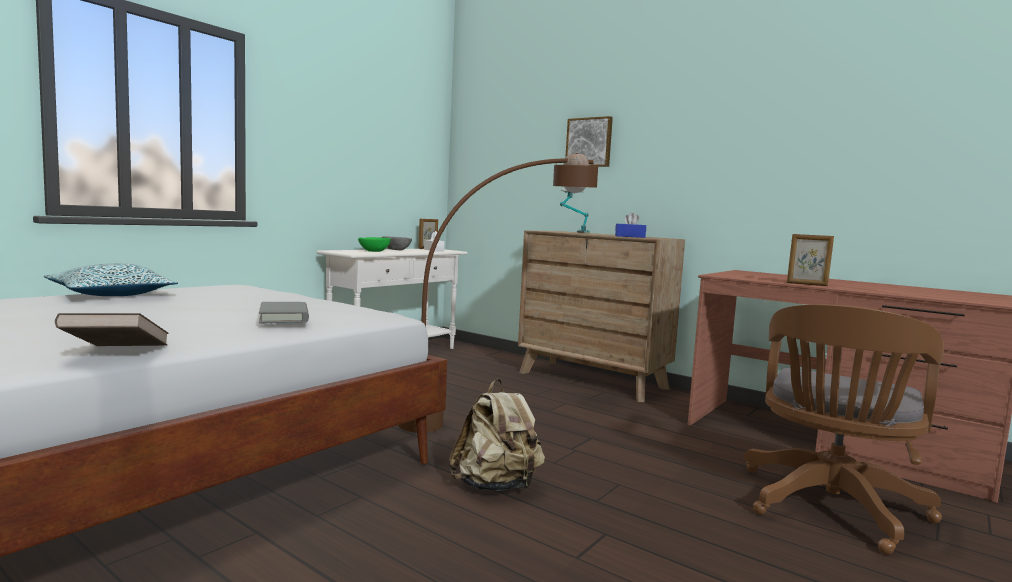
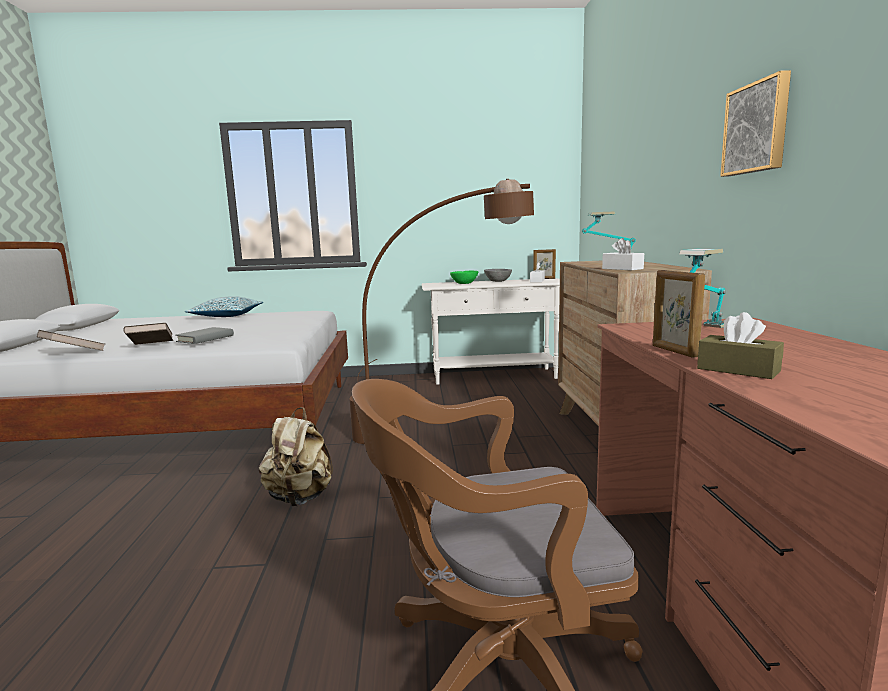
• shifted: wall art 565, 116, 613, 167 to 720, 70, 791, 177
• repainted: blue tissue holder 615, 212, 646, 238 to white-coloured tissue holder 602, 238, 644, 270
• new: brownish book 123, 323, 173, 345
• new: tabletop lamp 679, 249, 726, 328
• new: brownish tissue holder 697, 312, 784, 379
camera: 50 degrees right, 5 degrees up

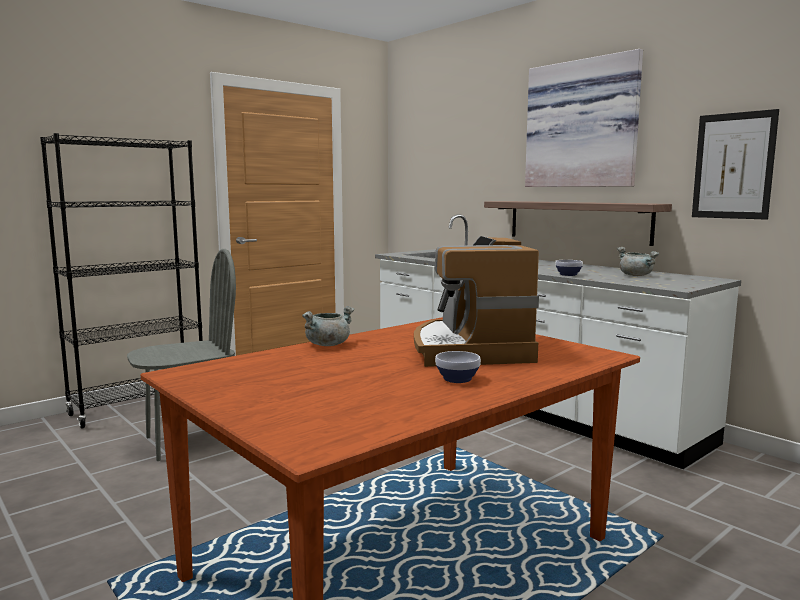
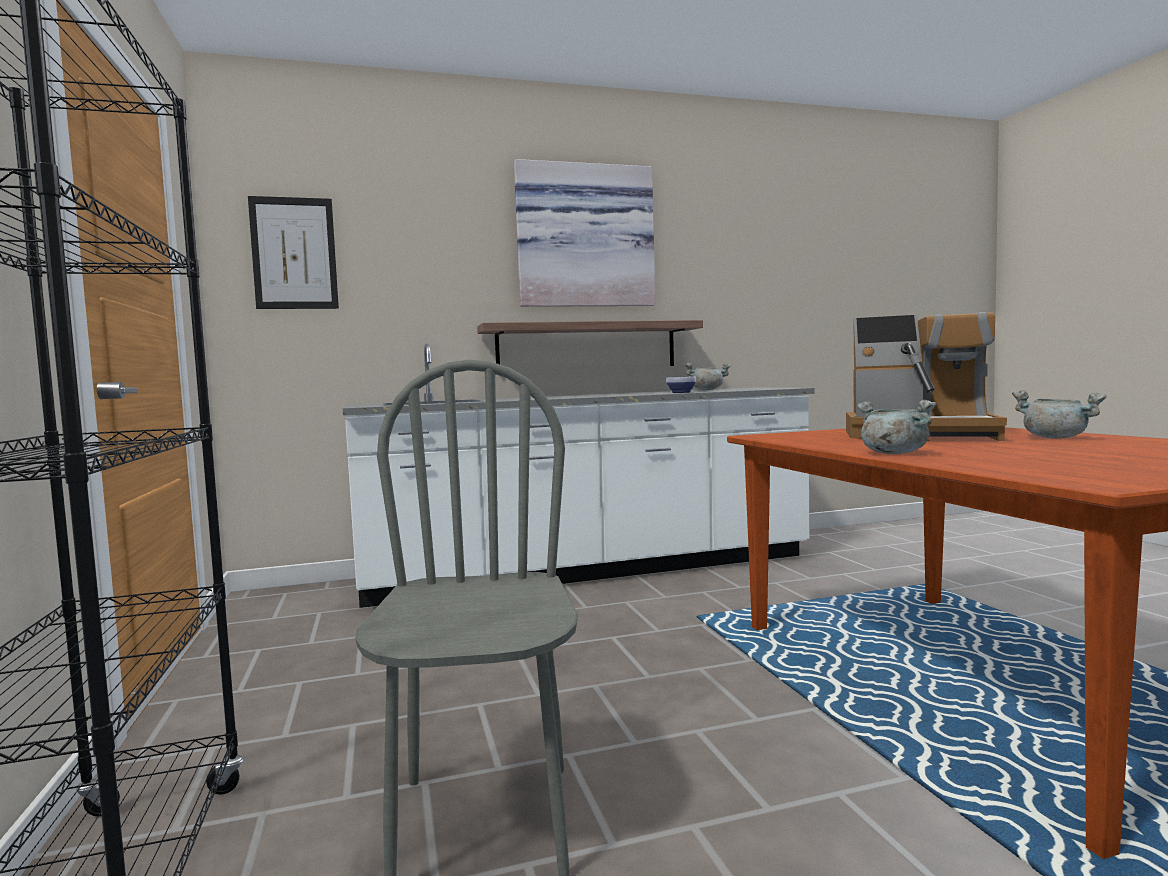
• swapped: deep dish 435, 351, 481, 383 to greyish stockpot 1012, 390, 1107, 438
• shifted: wall art 692, 109, 779, 220 to 248, 196, 339, 309
camera: 65 degrees left, 5 degrees down

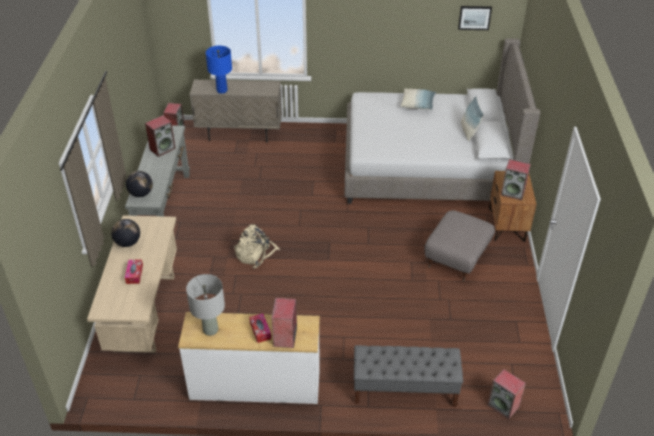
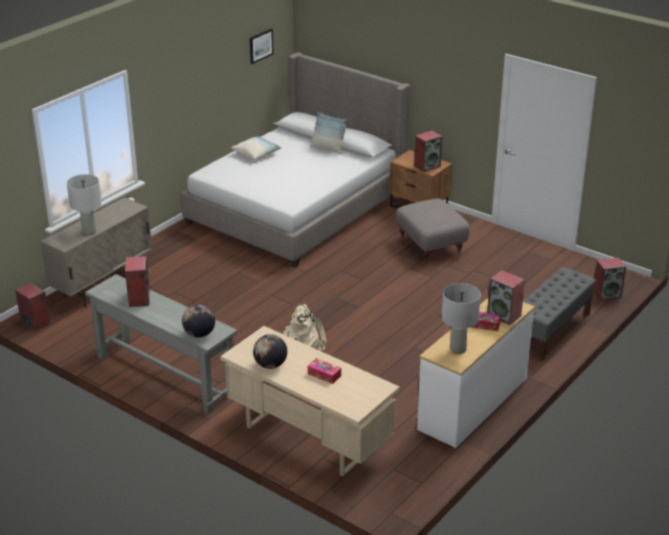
• repainted: blue tabletop lamp 206, 46, 232, 94 to greyish tabletop lamp 67, 174, 102, 236
camera: 55 degrees left, 10 degrees down

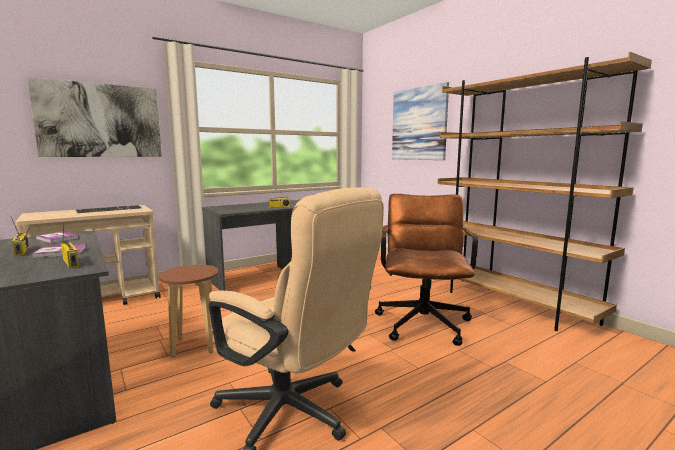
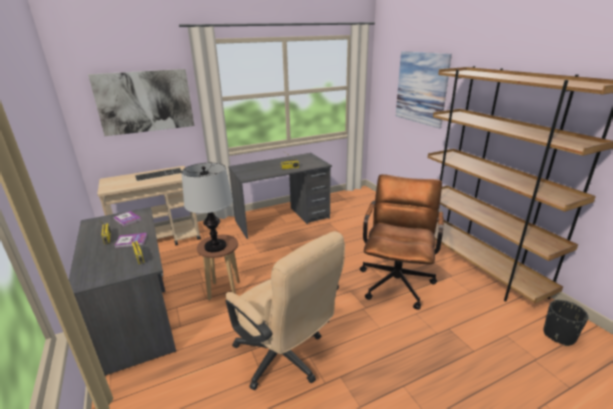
• new: tabletop lamp 181, 163, 233, 252
• new: black planter 544, 300, 588, 346
camera: 10 degrees right, 15 degrees up

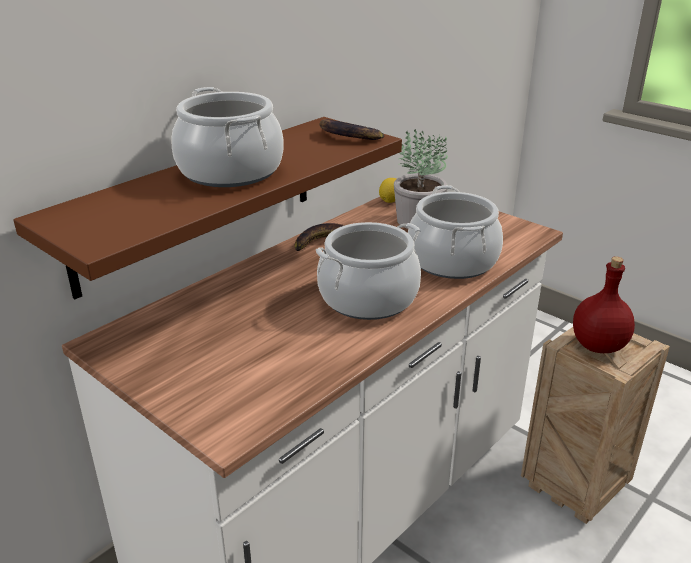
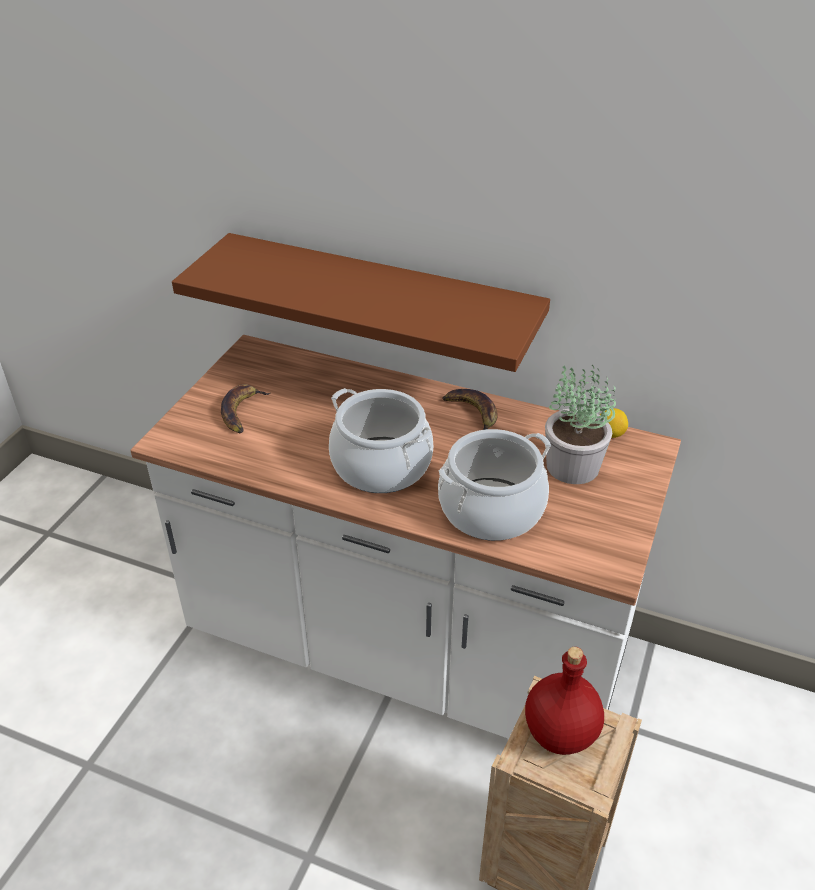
• gone: stockpot 172, 87, 284, 187
• shifted: banana 320, 119, 384, 140 to 221, 384, 271, 433
camera: 70 degrees right, 10 degrees up

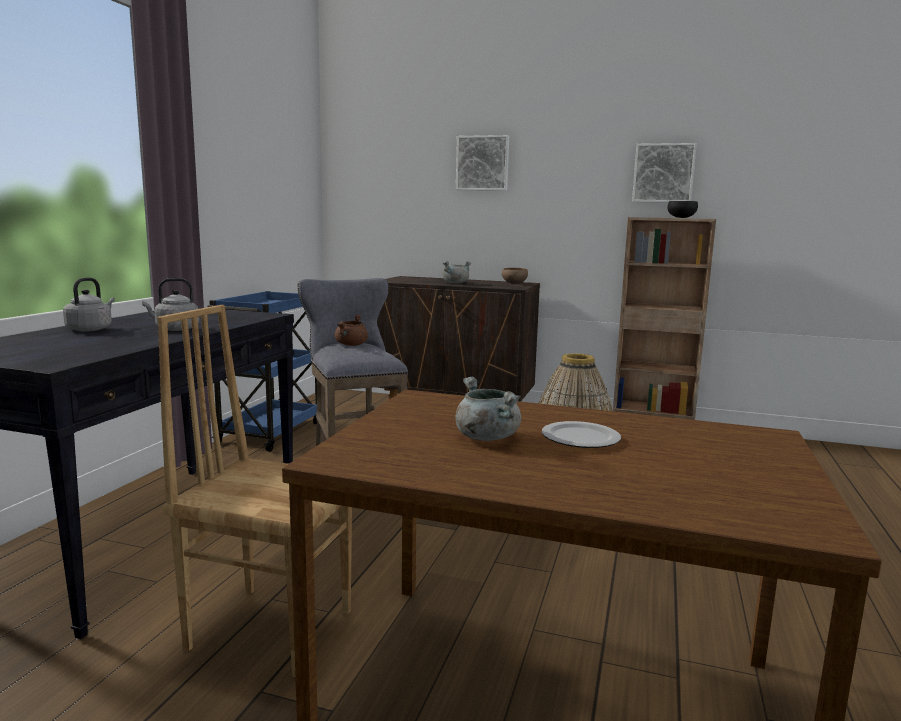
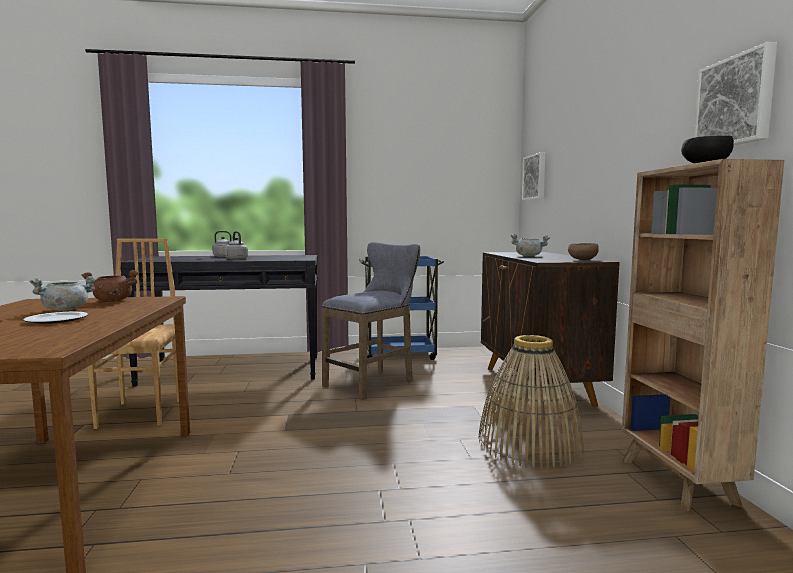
• shifted: brownish stockpot 335, 314, 368, 346 to 81, 270, 139, 302
• shifted: wall art 456, 135, 509, 191 to 522, 152, 545, 200
camera: 65 degrees right, 5 degrees down

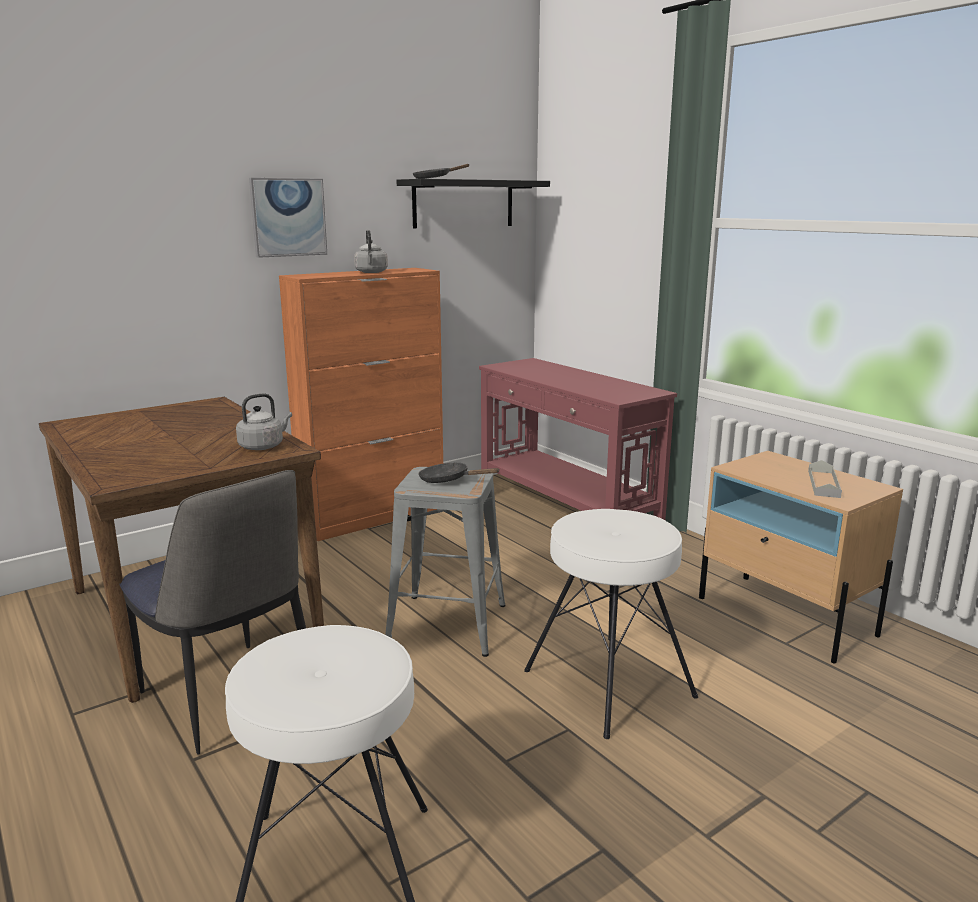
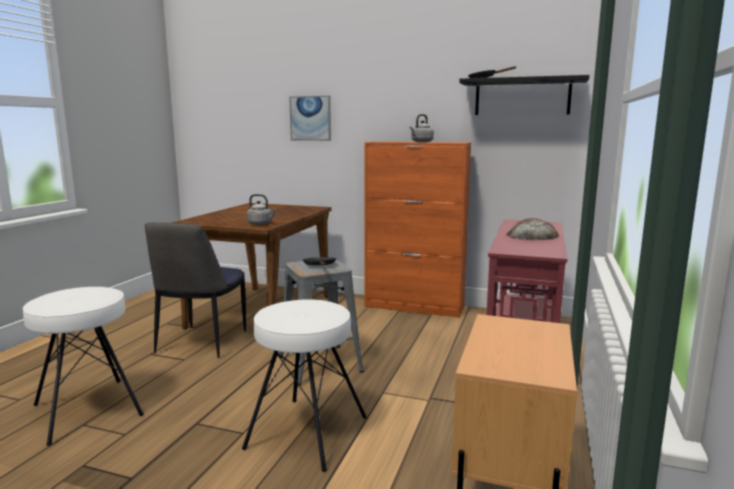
• shifted: wall art 249, 178, 327, 258 to 289, 96, 331, 141
• gone: greyish serving tray 808, 460, 842, 498
• new: bakery bread 507, 218, 559, 240
camera: 55 degrees right, 5 degrees down

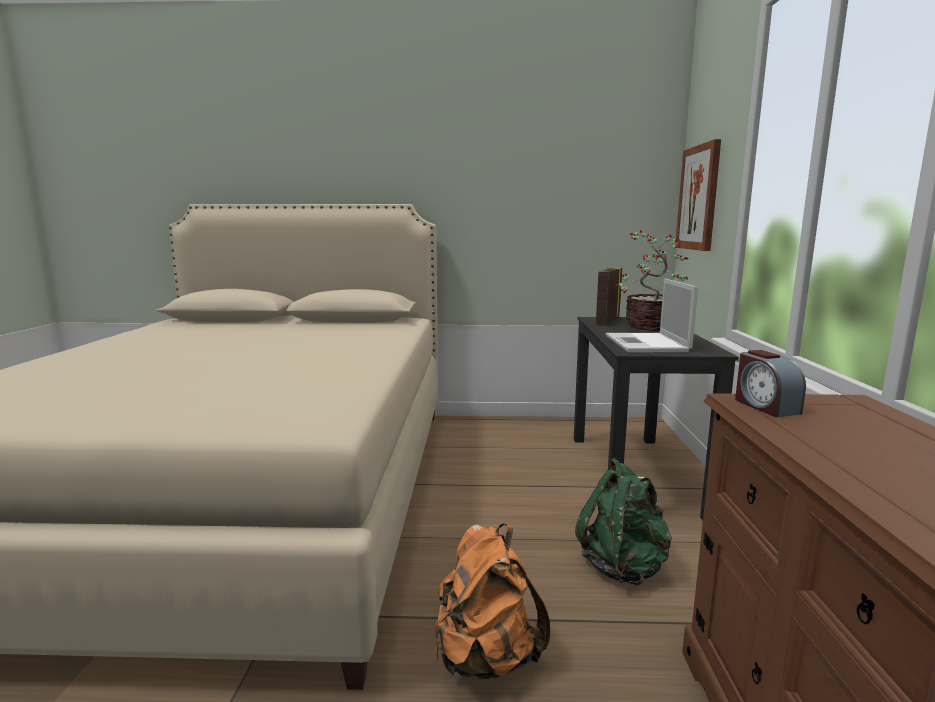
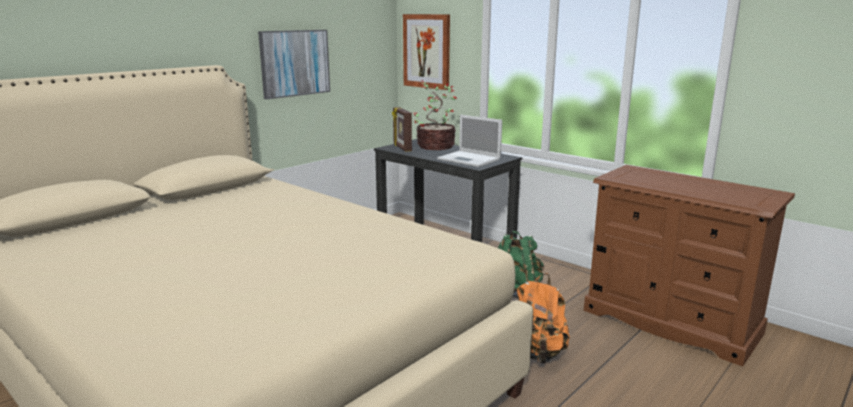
• gone: bedside clock 735, 350, 806, 417
• new: wall art 258, 30, 330, 99
camera: 50 degrees left, 5 degrees up

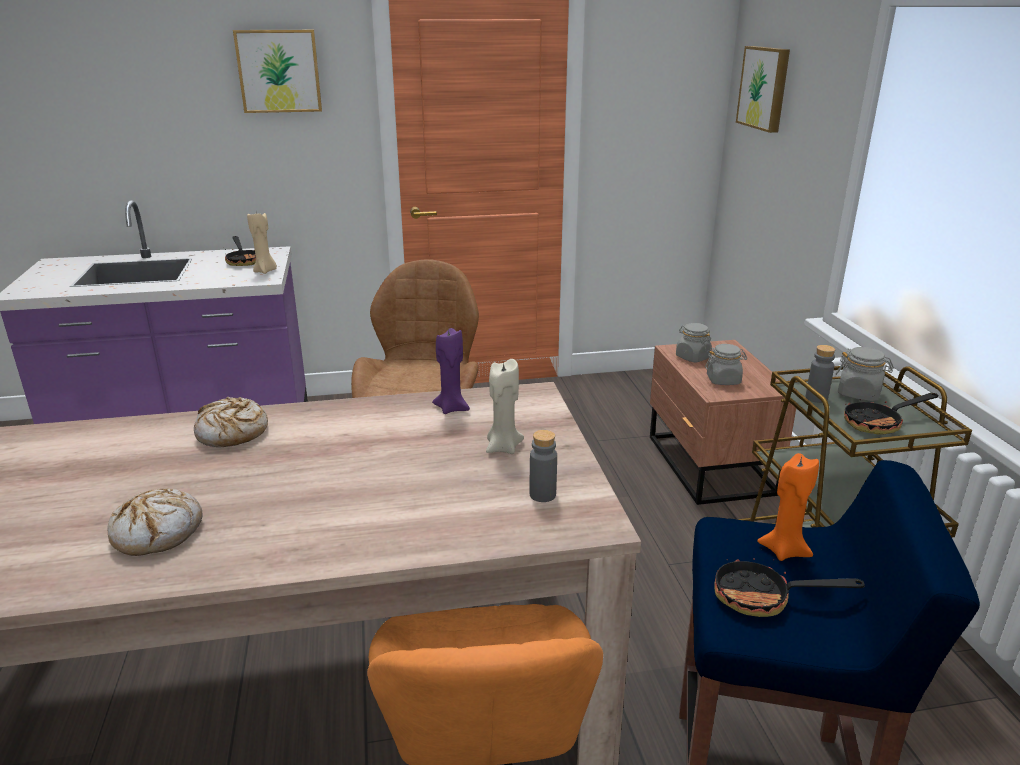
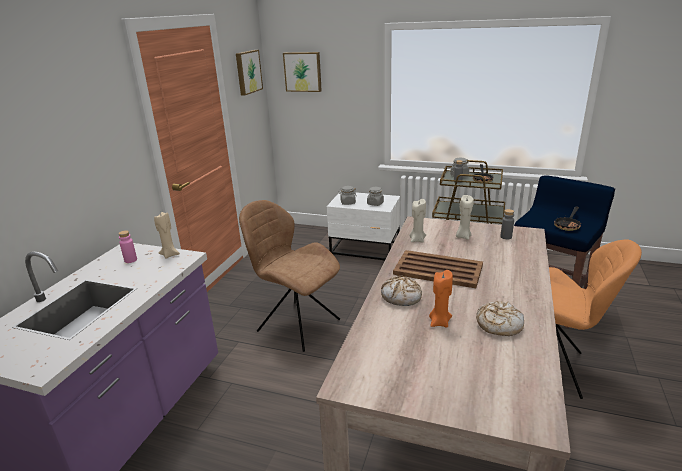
• swapped: frying pan 225, 236, 256, 266 to pinkish bottle 118, 230, 137, 263
• shifted: wall art 233, 30, 322, 113 to 236, 50, 263, 95
• repainted: purplish wax light 432, 328, 470, 414 to sand-coloured wax light 409, 199, 426, 243
• repainted: brownish night table 650, 340, 796, 505 to white-coloured night table 327, 191, 400, 260
• shifted: orange wax light 757, 453, 819, 561 to 429, 270, 453, 328
• new: brownish serving tray 393, 250, 483, 288
camera: 60 degrees left, 0 degrees up

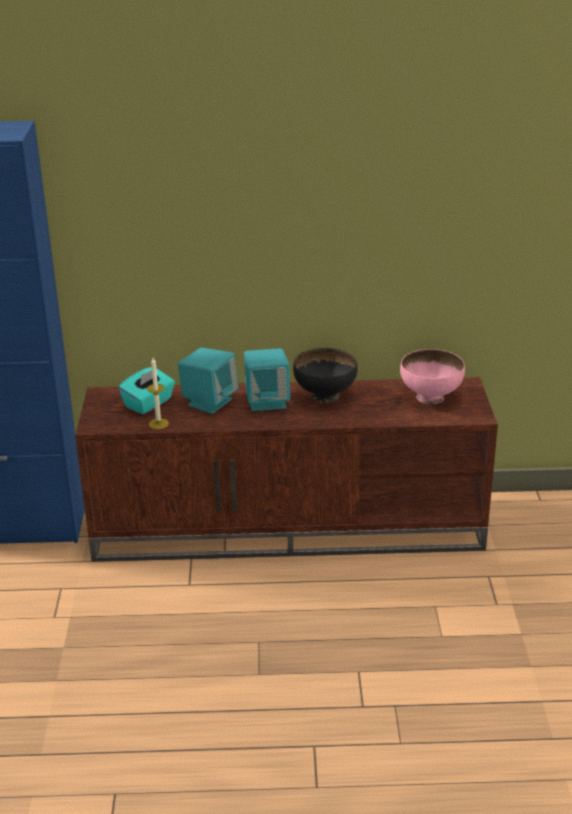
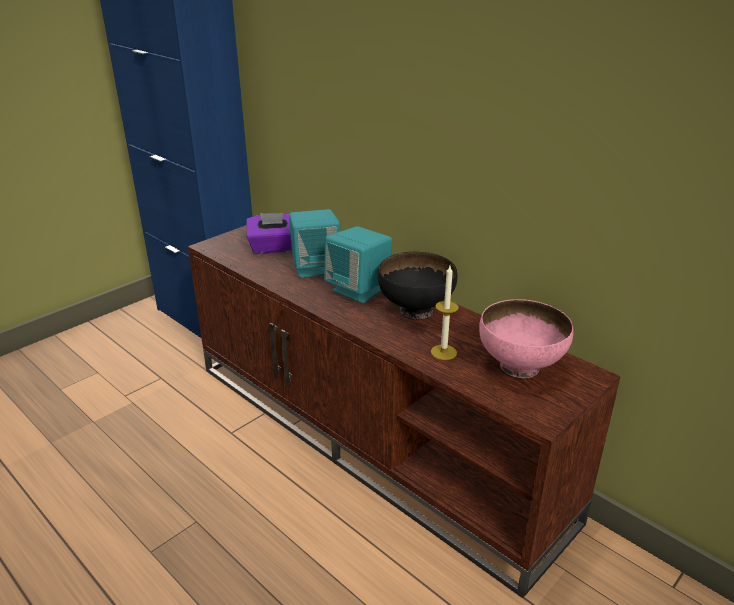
• repainted: blue-green tissue holder 118, 367, 175, 414 to purplish tissue holder 247, 213, 292, 253
• shifted: wax light 147, 358, 169, 429 to 431, 266, 459, 360
camera: 45 degrees right, 0 degrees up

